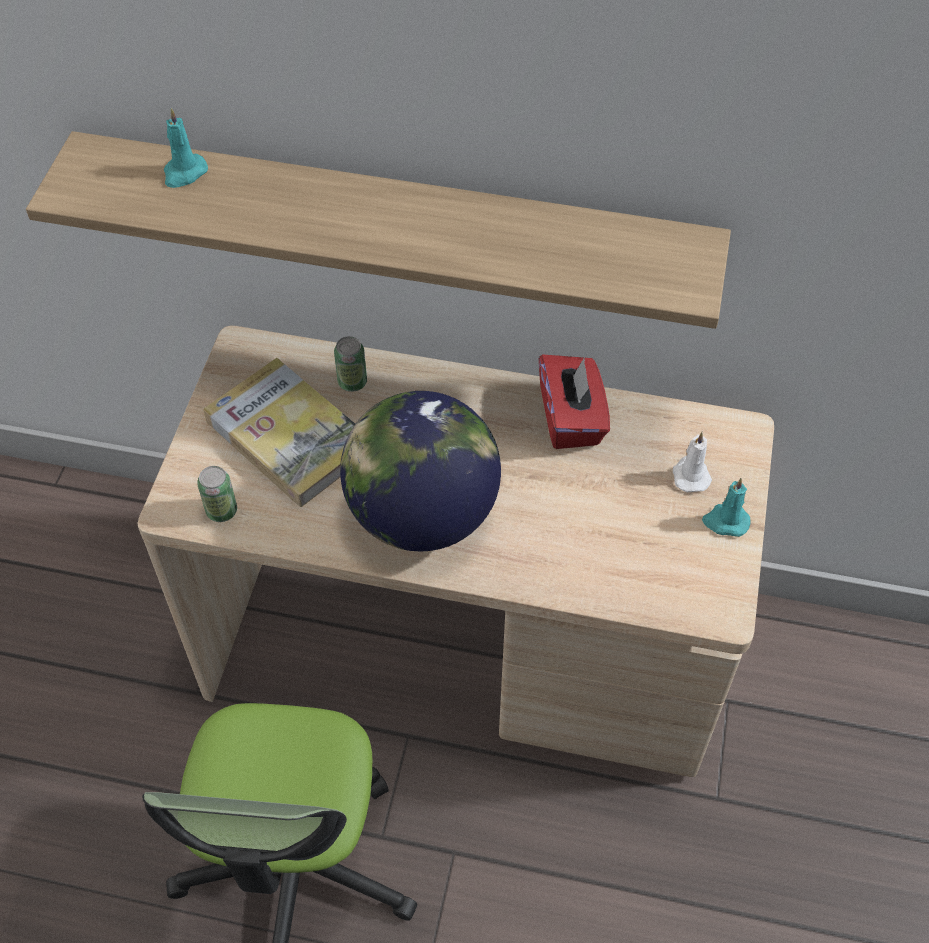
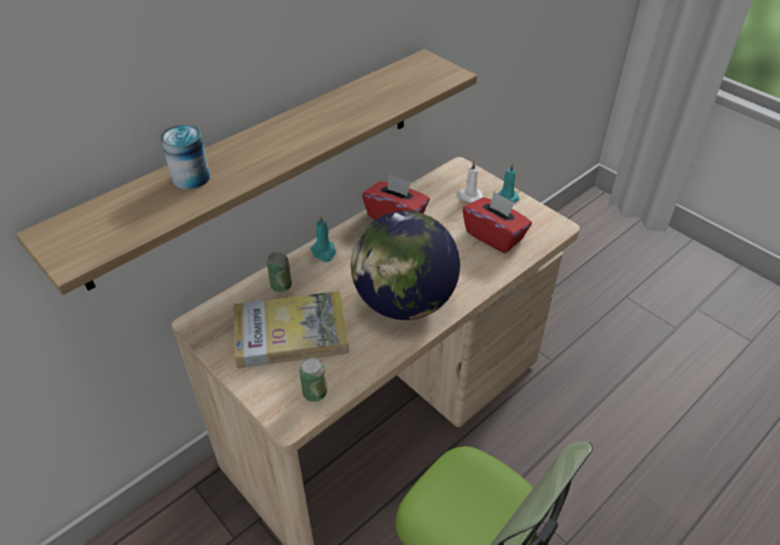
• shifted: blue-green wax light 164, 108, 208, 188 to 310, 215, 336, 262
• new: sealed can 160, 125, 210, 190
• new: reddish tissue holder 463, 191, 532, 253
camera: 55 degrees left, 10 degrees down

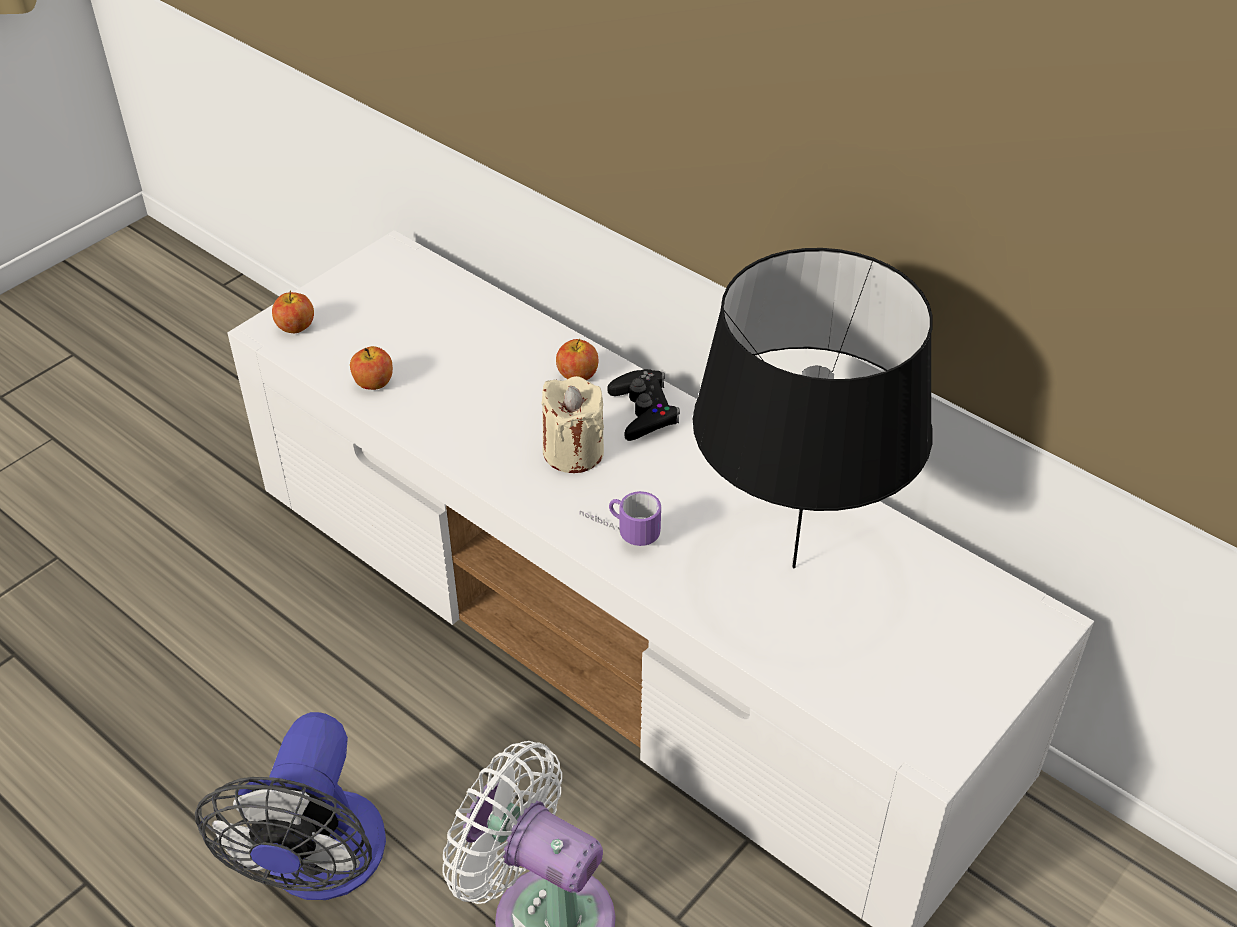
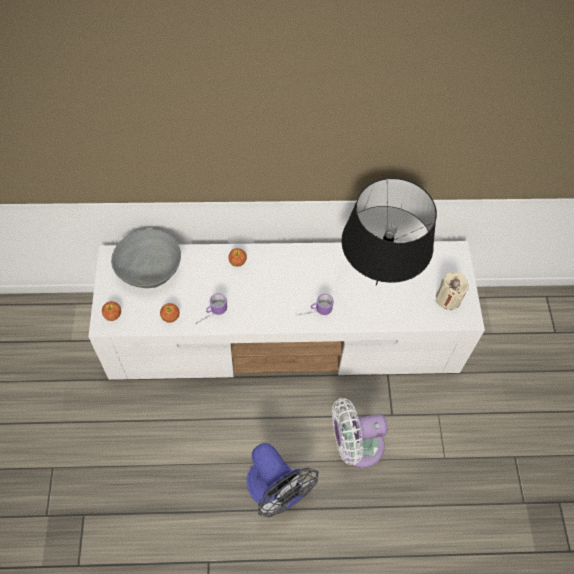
• shifted: sand-coloured wax light 541, 376, 604, 473 to 435, 272, 469, 310
• gone: black gamepad 607, 369, 680, 441
• new: greyish deep dish 111, 229, 181, 288
• new: mug 195, 293, 227, 325
camera: 45 degrees left, 15 degrees up

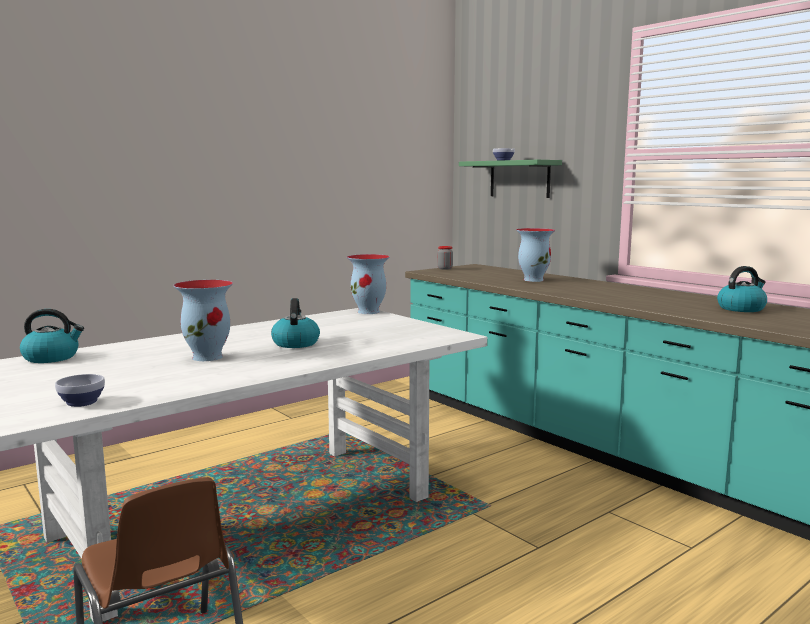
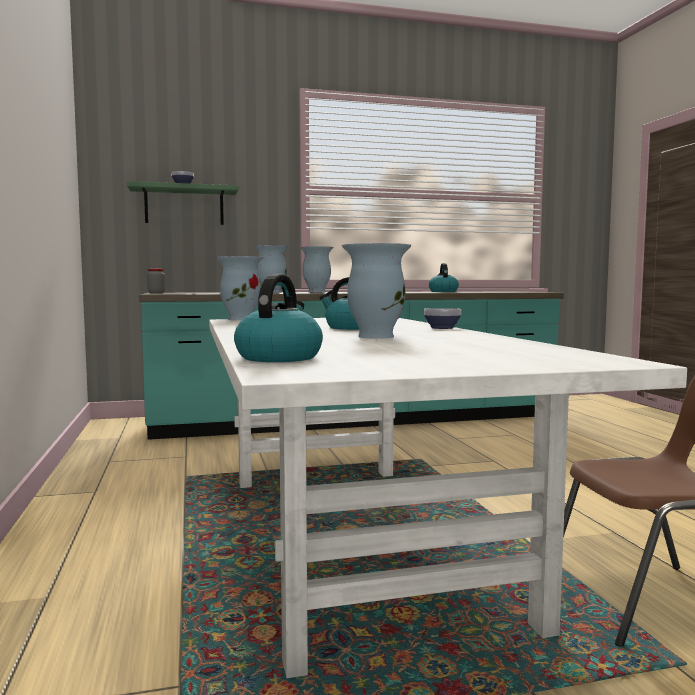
• shifted: deep dish 55, 374, 105, 407 to 424, 308, 461, 329
• new: vase 300, 246, 334, 293
camera: 65 degrees left, 5 degrees down

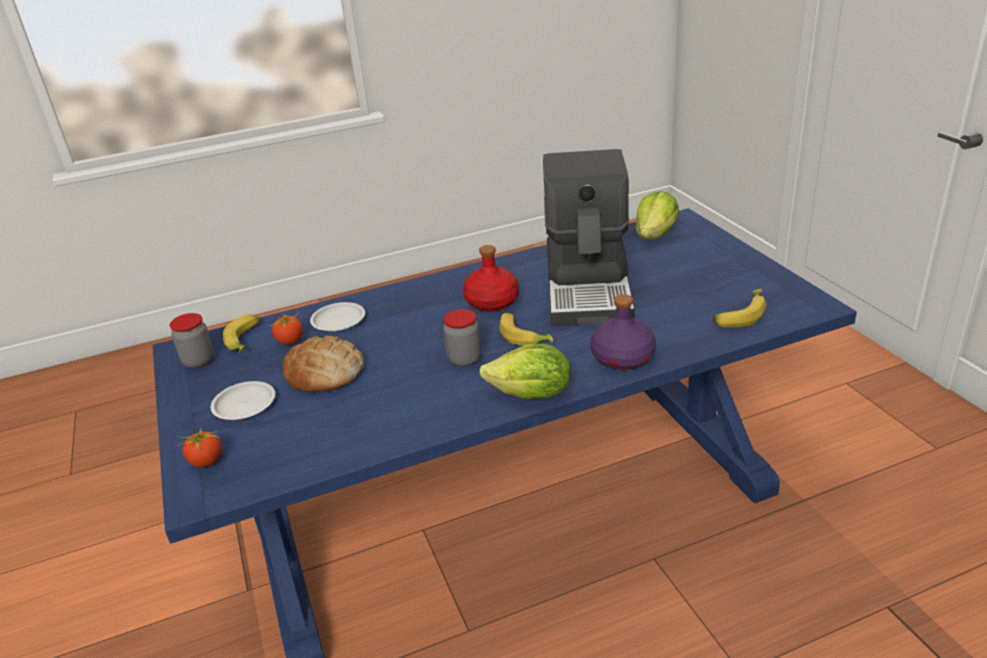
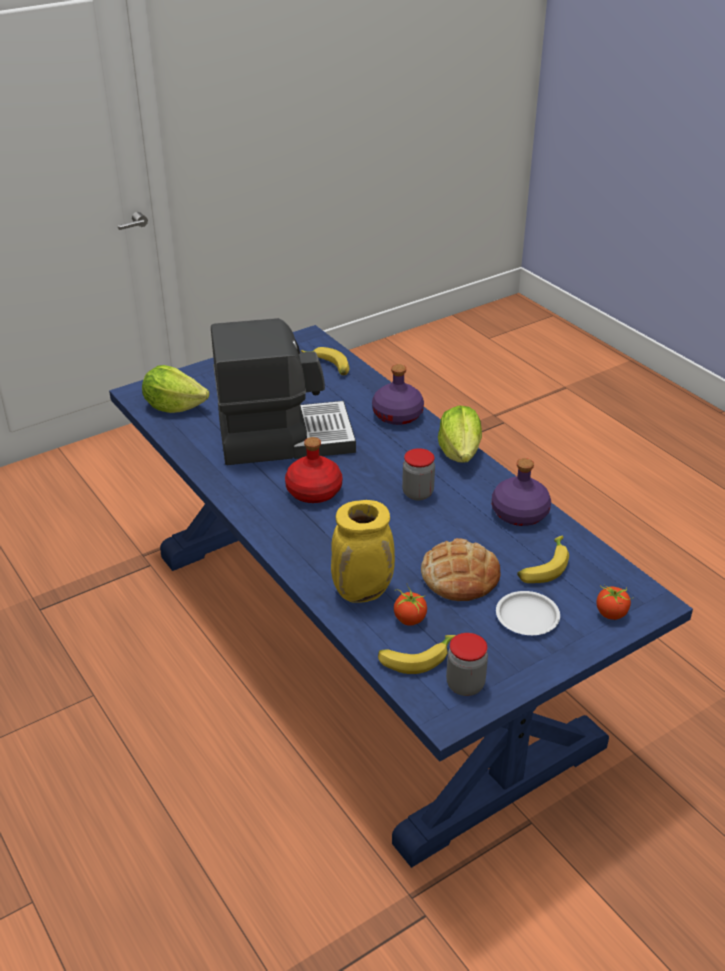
• swapped: white-coloured plate 310, 302, 365, 331 to yellow-coloured vase 331, 500, 395, 603
• shifted: banana 499, 313, 553, 346 to 517, 535, 569, 583
• new: purplish bottle 492, 458, 551, 526
camera: 105 degrees left, 5 degrees up

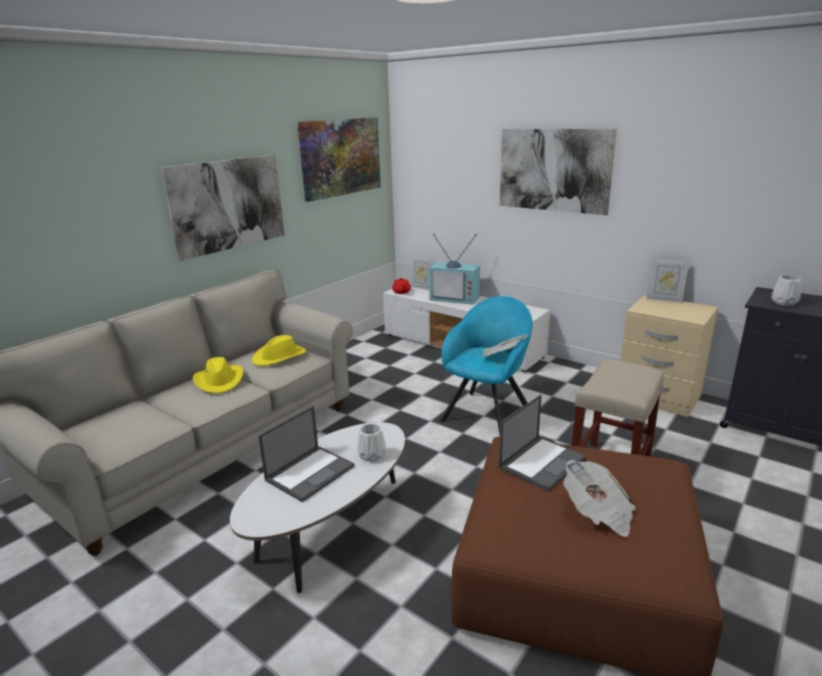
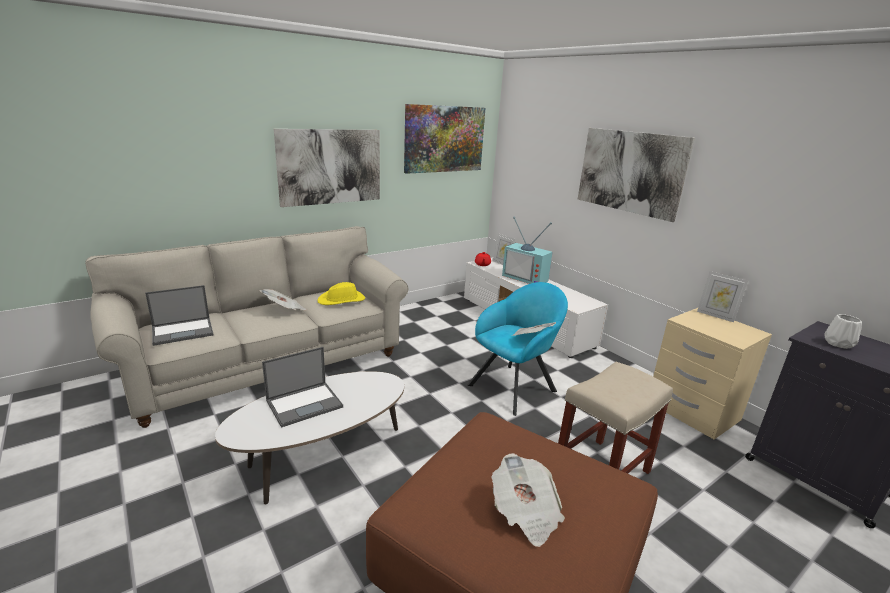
• swapped: yellow-coloured clothing hat 193, 357, 243, 393 to daily paper 259, 289, 307, 310
• gone: white-coloured vase 357, 424, 386, 462
• shifted: laptop 499, 395, 586, 492 to 145, 285, 214, 346
camera: 15 degrees right, 0 degrees up

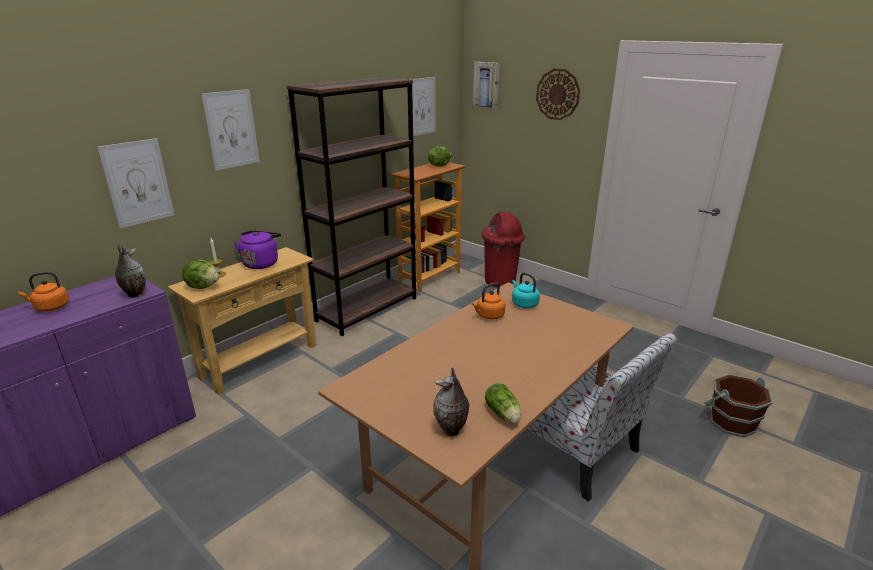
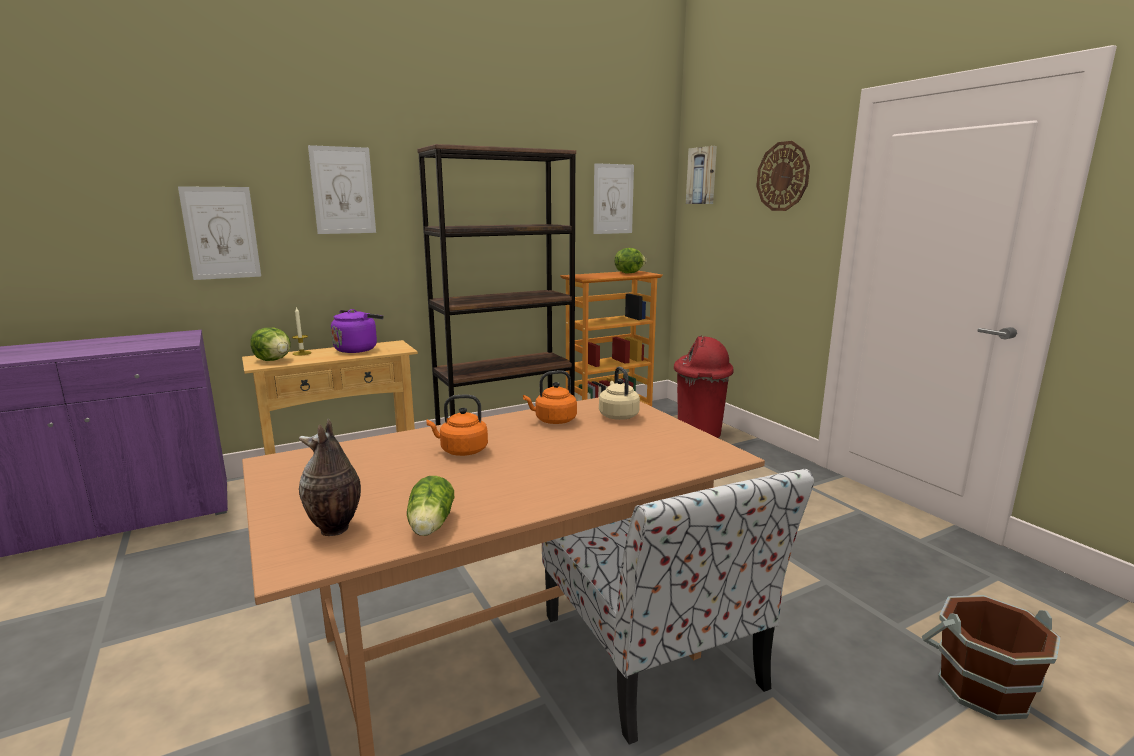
• shifted: orange kettle 18, 272, 69, 312 to 426, 395, 488, 456
• gone: vase 115, 244, 146, 298
• repainted: blue-green kettle 512, 273, 540, 308 to sand-coloured kettle 599, 367, 640, 420
camera: 20 degrees right, 10 degrees down

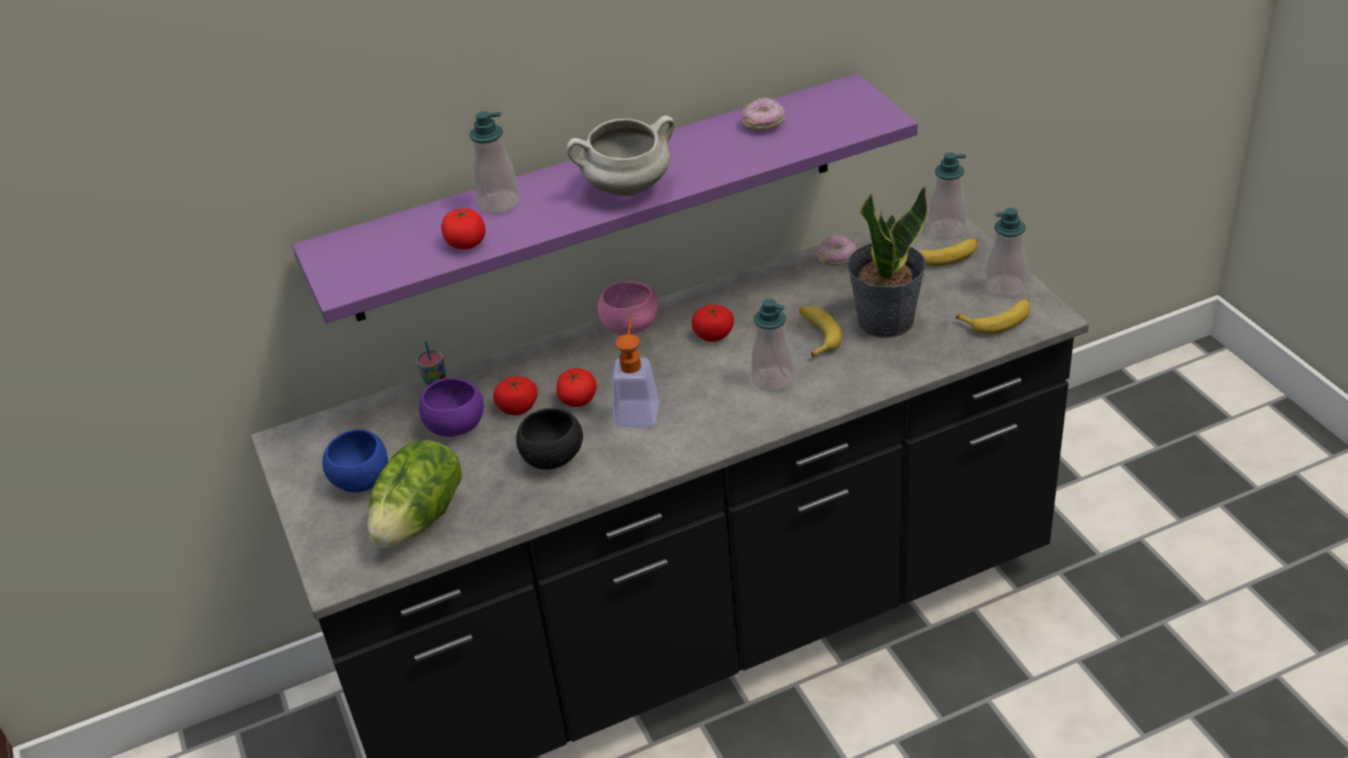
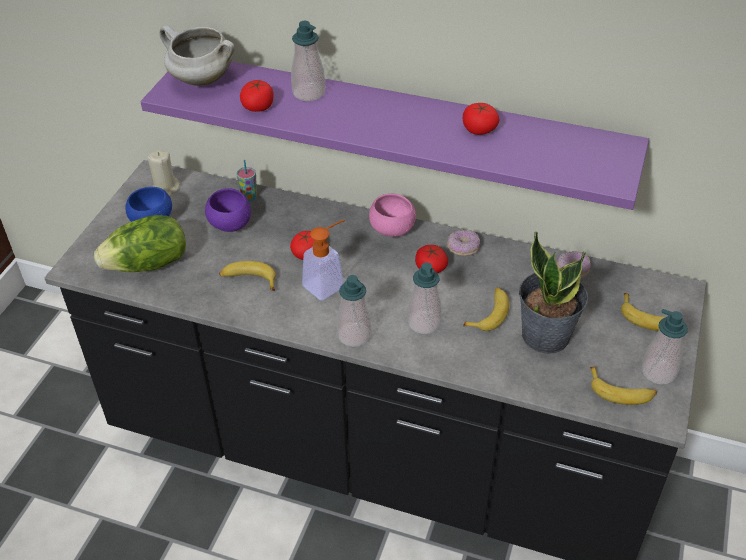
• shifted: fresh tomato 493, 376, 538, 415 to 463, 103, 499, 135
• swapped: black deep dish 516, 408, 583, 470 to banana 219, 261, 276, 291
• shifted: white-coloured stockpot 566, 116, 675, 196 to 159, 25, 235, 86
• shifted: donut 742, 97, 785, 131 to 447, 230, 480, 256
• shifted: liquid soap bottle 928, 153, 967, 240 to 337, 275, 371, 347
• new: sand-coloured wax light 148, 150, 180, 196
camera: 40 degrees right, 5 degrees up

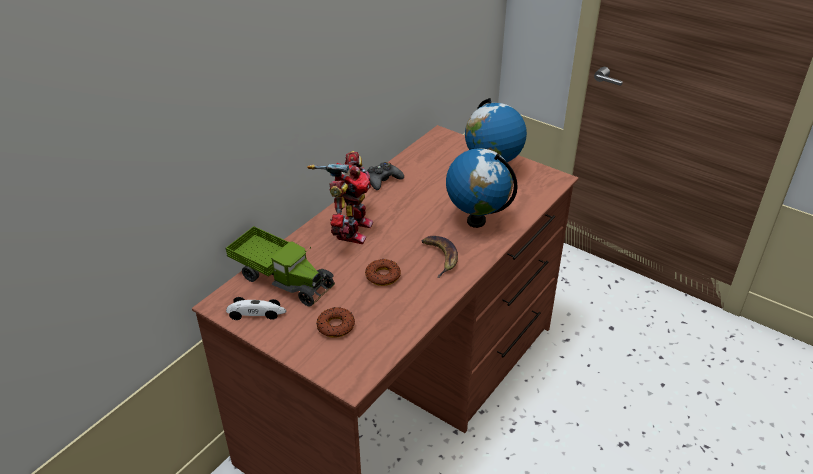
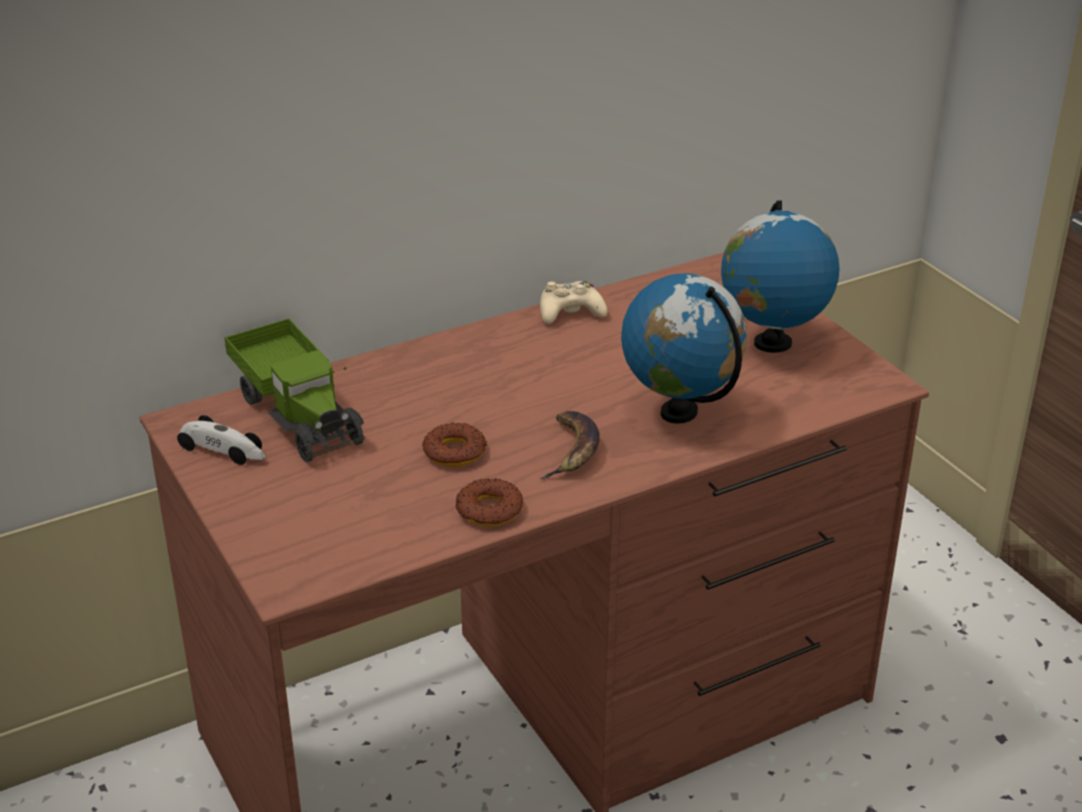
• gone: robot figure 307, 151, 373, 244
• shifted: donut 316, 307, 355, 338 to 455, 479, 523, 527
• repainted: black gamepad 366, 162, 404, 190 to sand-coloured gamepad 540, 281, 607, 324
camera: 25 degrees right, 5 degrees down

